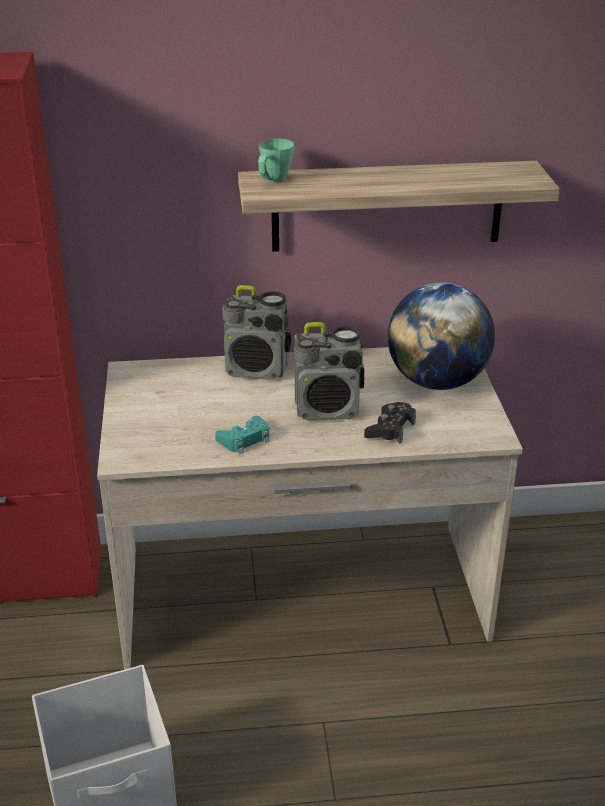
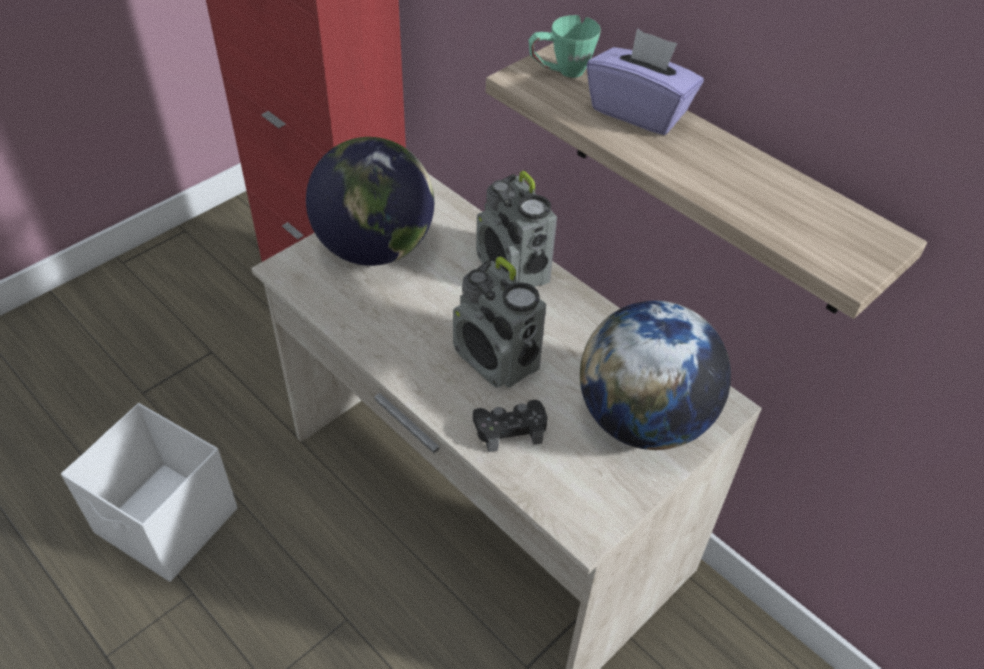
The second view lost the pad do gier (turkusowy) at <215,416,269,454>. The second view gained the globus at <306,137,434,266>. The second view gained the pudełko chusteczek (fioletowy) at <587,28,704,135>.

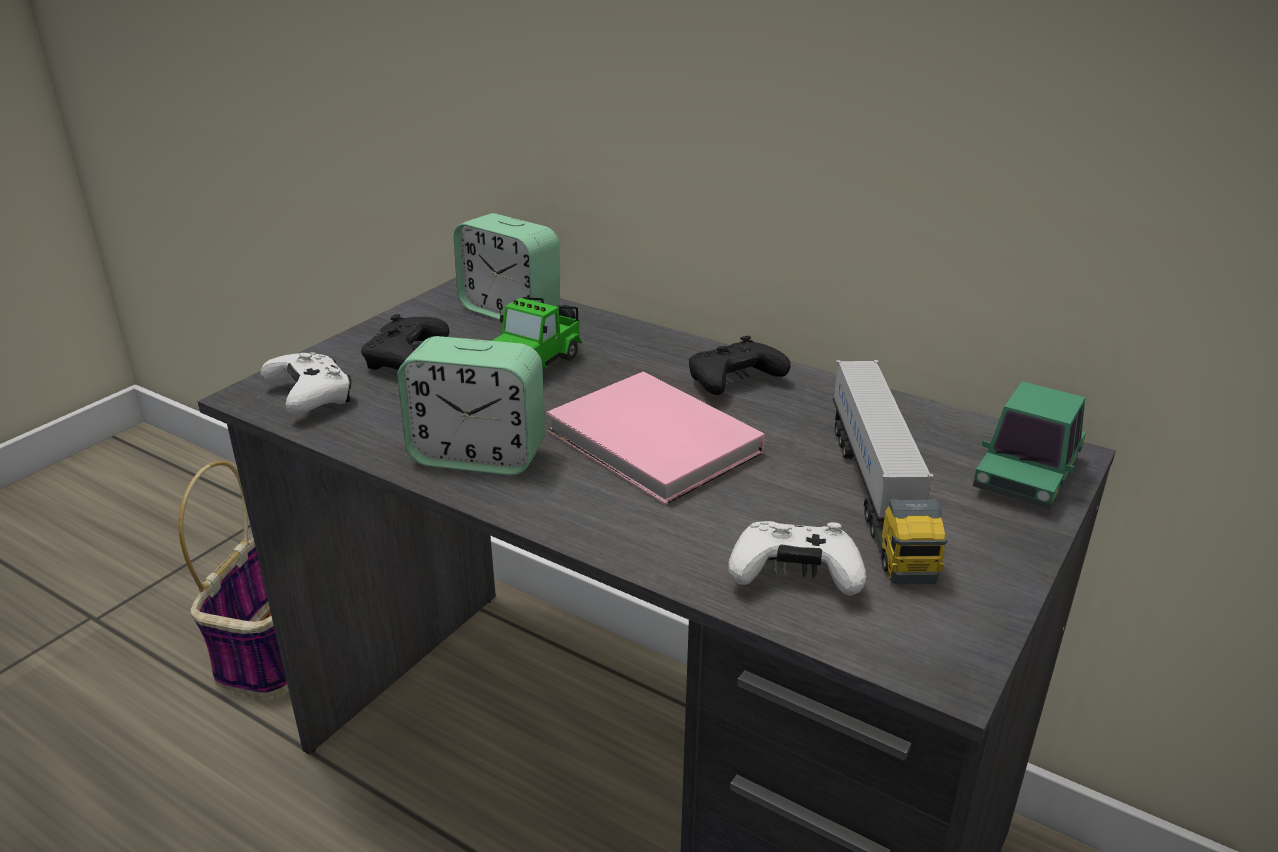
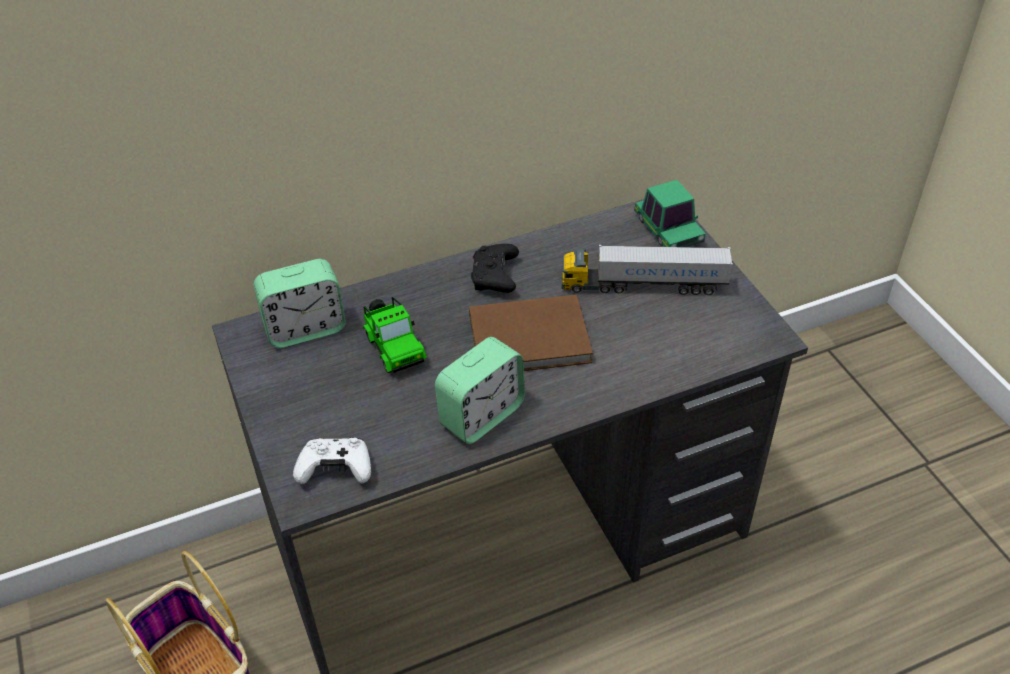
The second view lost the pad do gier (czarny) at <361,314,449,370>. What was the książka (różowy) at <546,372,765,505> turned into the książka (brązowy) at <469,295,593,371>. The second view lost the pad do gier (biały) at <729,521,866,596>. The ciężarówka zabawkowa at <833,360,948,584> ended up facing another way, 150 degrees clockwise from before.

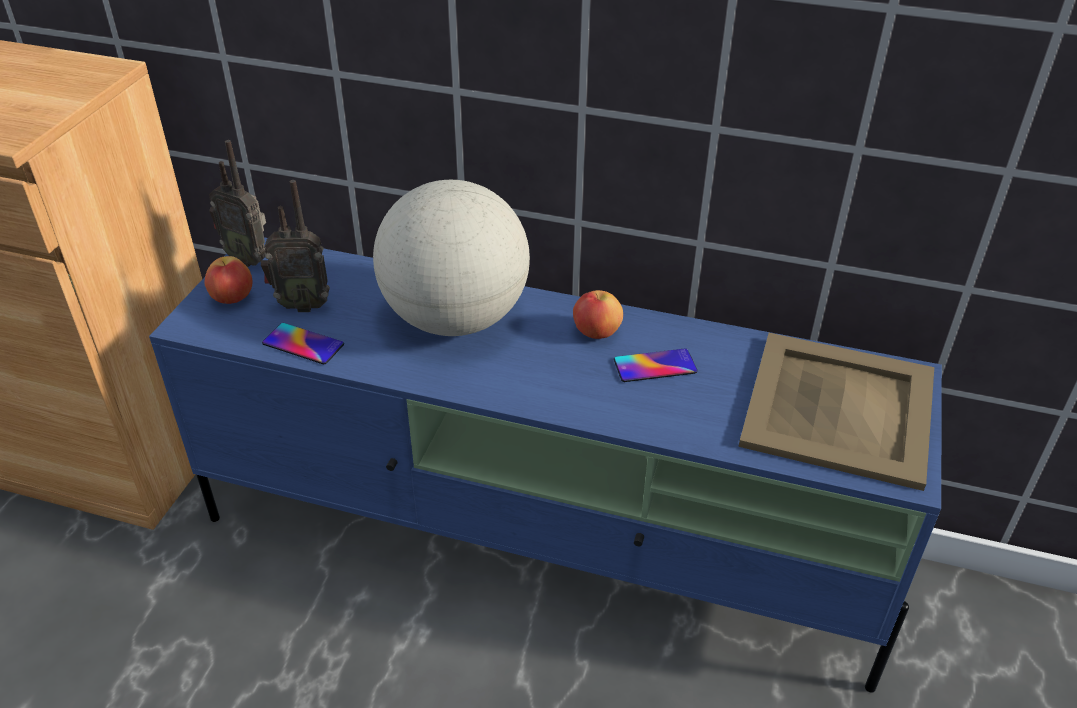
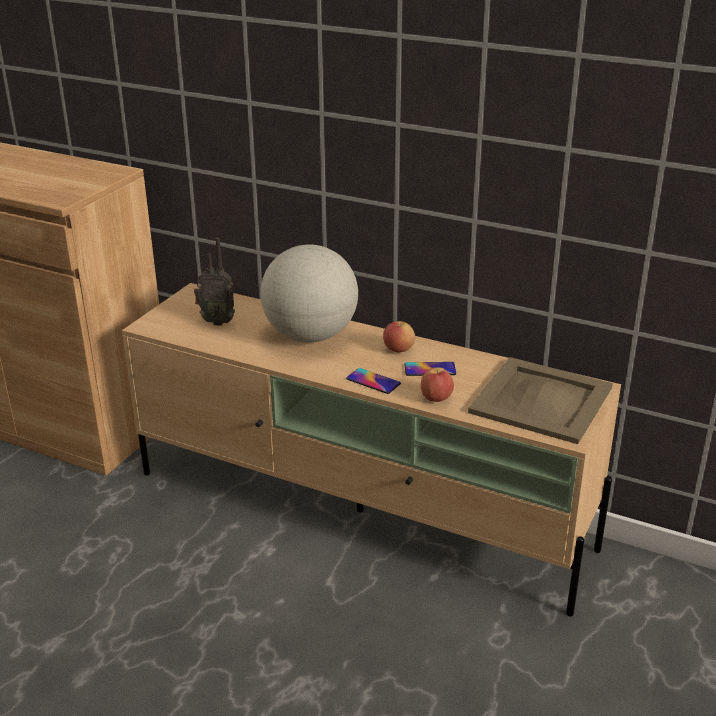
What was the szafka pod telewizor (niebieski) at <149,237,942,693> turned into the szafka pod telewizor (beżowy) at <122,283,621,617>. The jabłko ended up elsewhere, having gone from <204,256,252,304> to <421,367,454,402>. The second view lost the radio at <209,140,266,267>. The telefon ended up elsewhere, having gone from <262,323,344,364> to <346,368,401,394>.

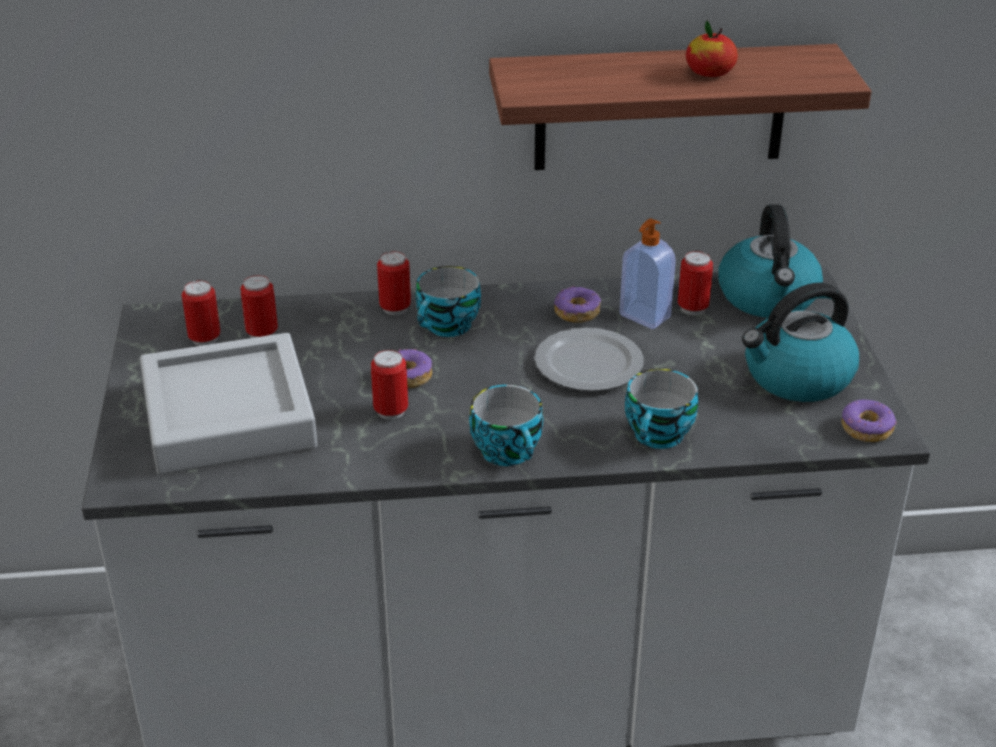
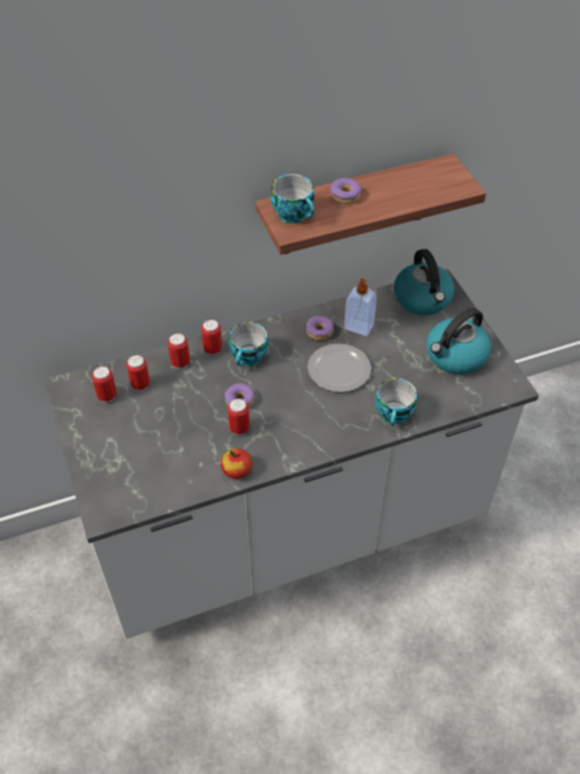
The second view lost the taca (szary) at <140,333,317,475>. The filiżanka ended up elsewhere, having gone from <469,385,543,466> to <271,174,314,223>. The puszka ended up elsewhere, having gone from <678,251,713,315> to <168,333,190,369>. The jabłko ended up elsewhere, having gone from <686,21,738,77> to <221,449,253,479>. The donut ended up elsewhere, having gone from <841,399,896,442> to <330,178,362,204>.

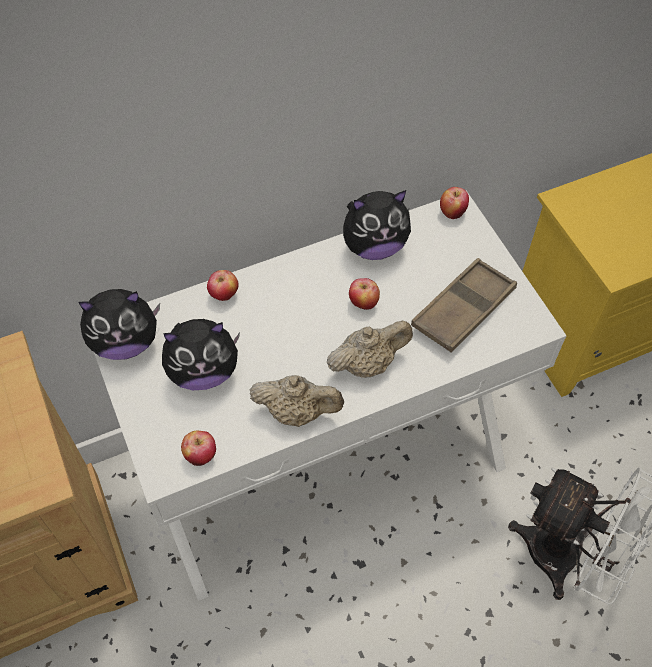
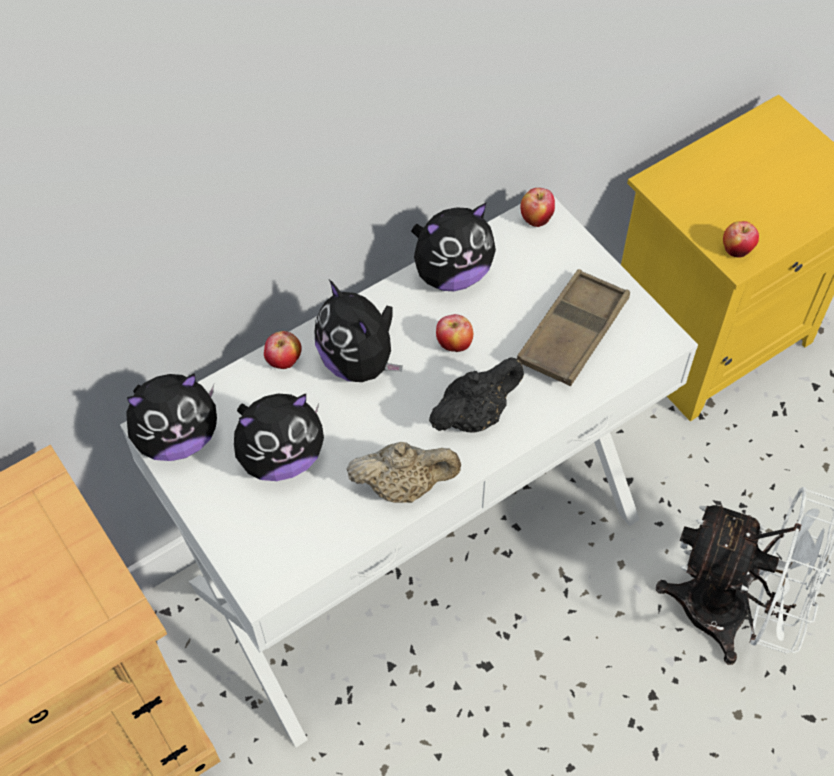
The jabłko ended up elsewhere, having gone from <181,431,216,466> to <723,221,759,258>. What was the imbryk (beżowy) at <327,321,413,378> turned into the imbryk (czarny) at <429,358,524,433>. The second view gained the pluszak at <314,280,403,382>.

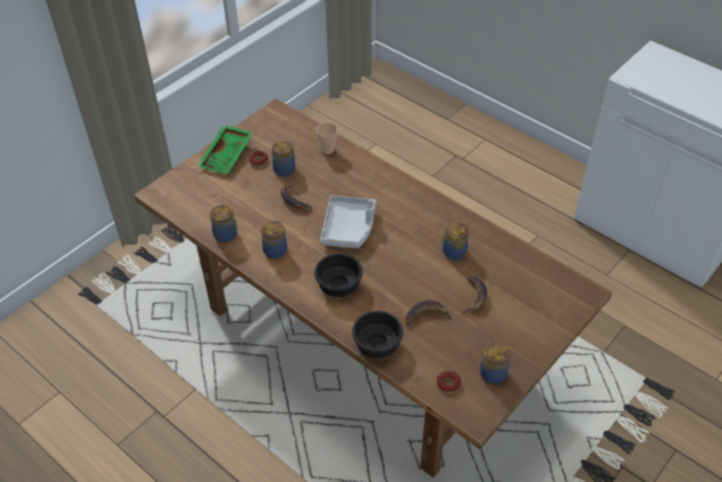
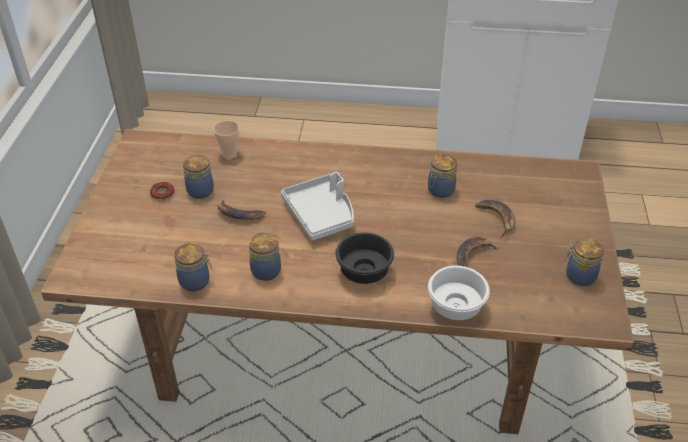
The second view lost the taca (zielony) at <197,125,253,174>. What was the miska (czarny) at <352,311,403,358> turned into the miska (biały) at <428,266,490,320>. The second view lost the donut at <437,371,461,393>.

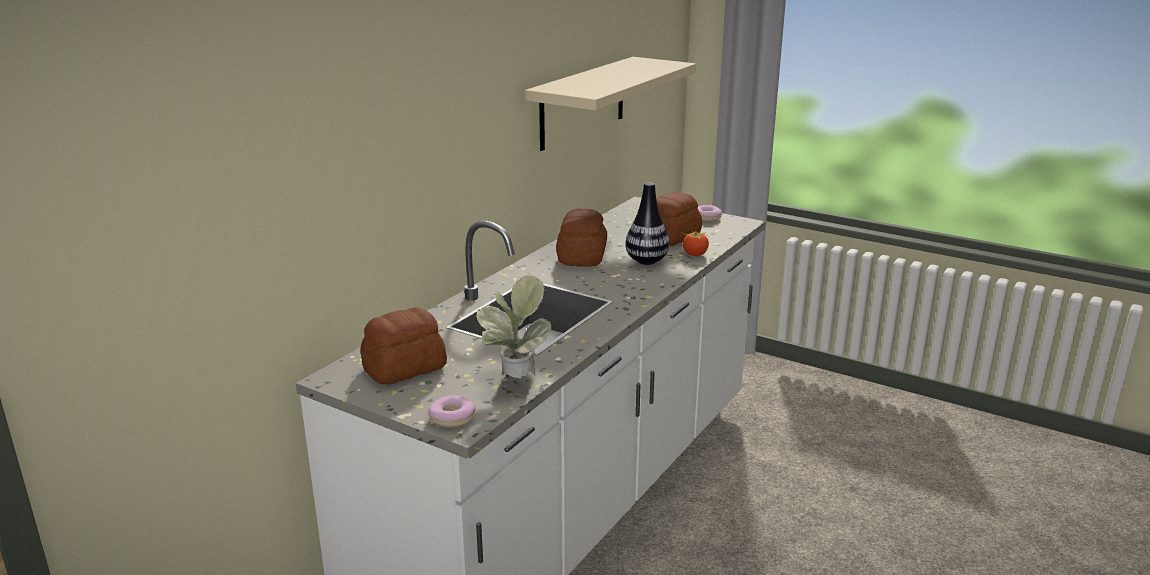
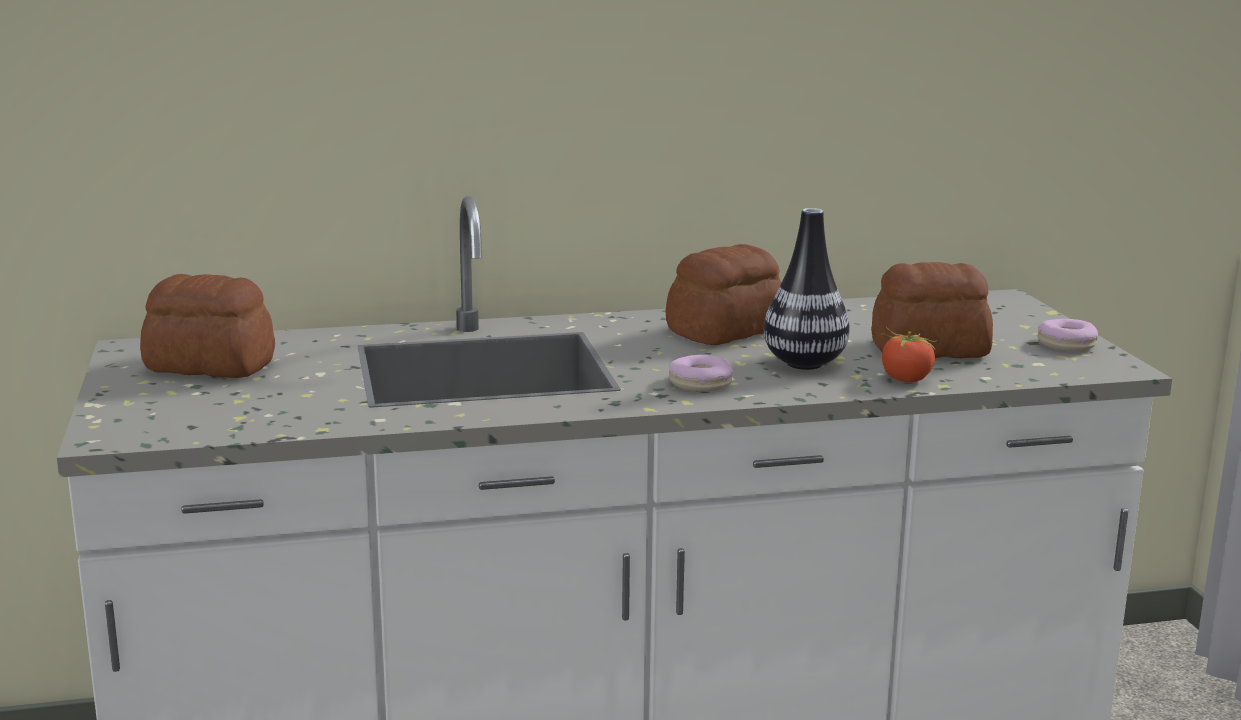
The donut ended up elsewhere, having gone from <429,395,475,427> to <669,355,733,392>. The second view lost the roślina doniczkowa at <477,275,551,378>. The second view lost the półka (beżowy) at <525,57,696,151>.

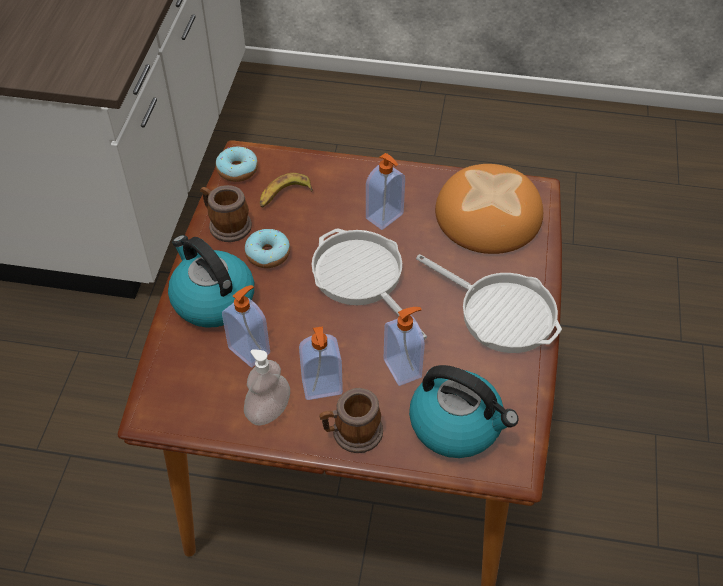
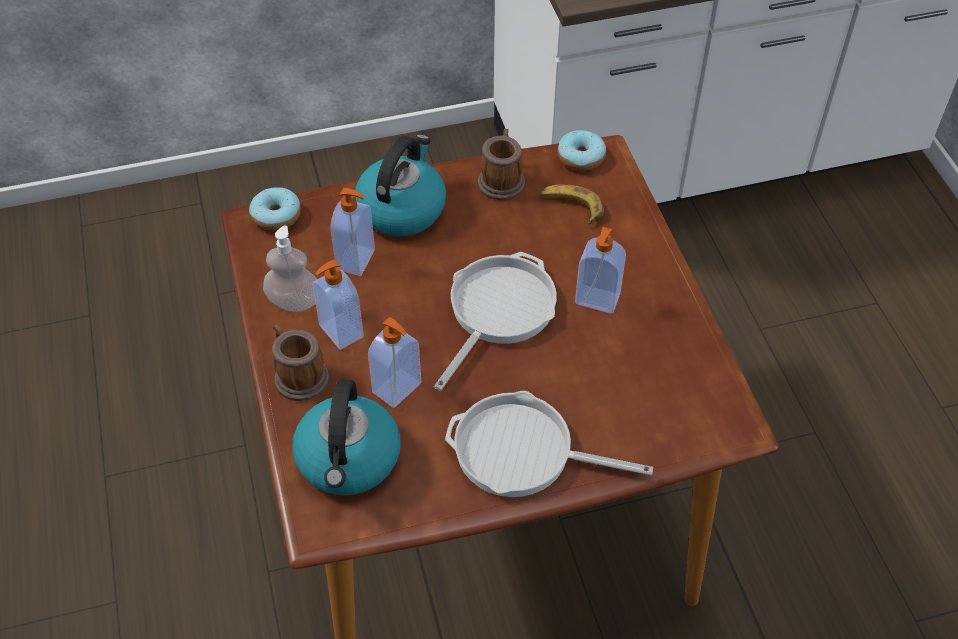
The donut ended up elsewhere, having gone from <245,229,290,268> to <249,187,301,231>. The patelnia at <416,254,562,353> ended up facing another way, 90 degrees clockwise from before. The second view lost the chleb at <435,164,543,254>.

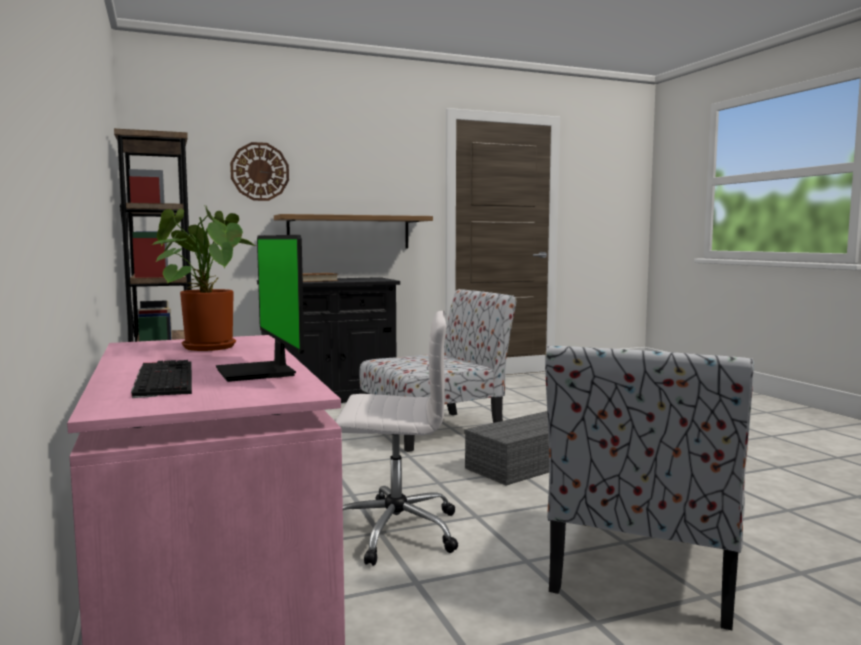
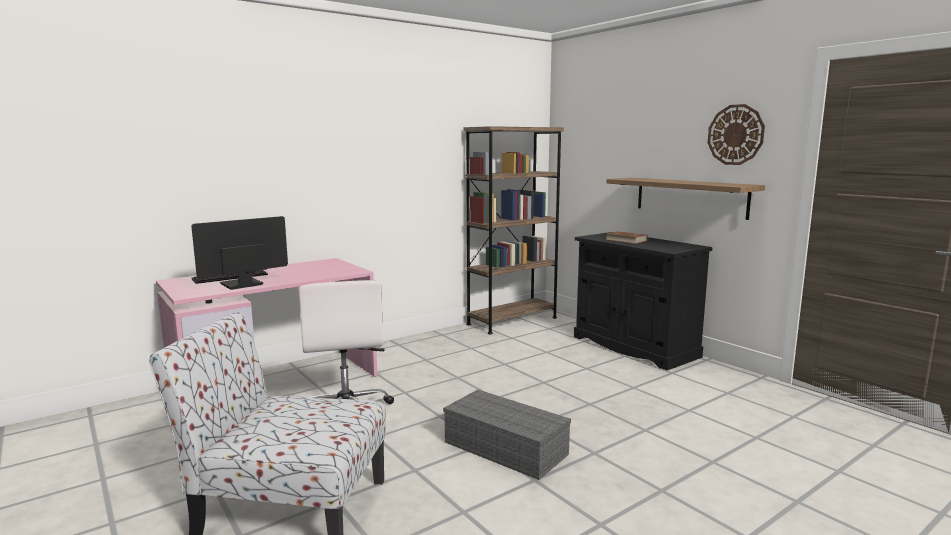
The second view lost the roślina doniczkowa at <152,205,256,351>. The zegar ścienny ended up elsewhere, having gone from <230,142,289,201> to <708,104,765,165>. The second view lost the krzesło at <359,289,516,452>.

